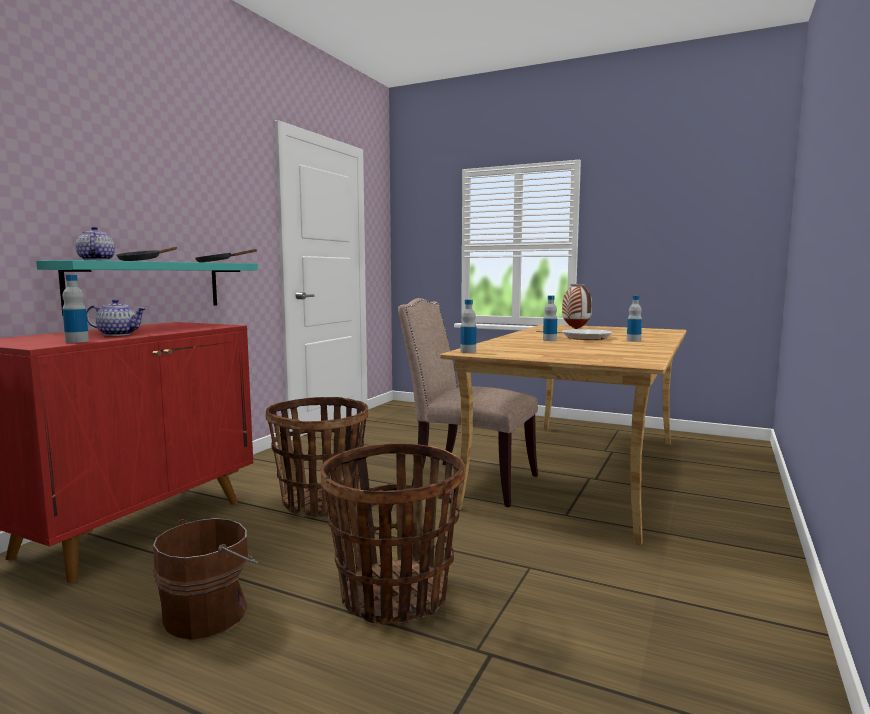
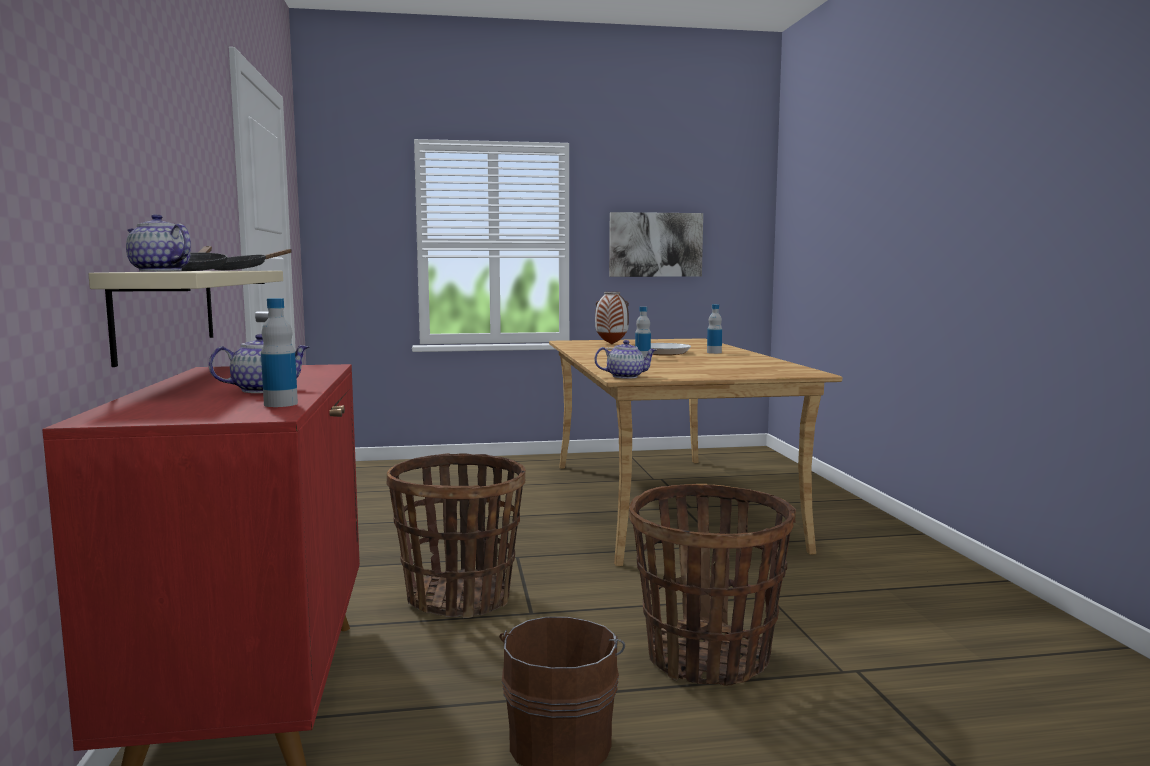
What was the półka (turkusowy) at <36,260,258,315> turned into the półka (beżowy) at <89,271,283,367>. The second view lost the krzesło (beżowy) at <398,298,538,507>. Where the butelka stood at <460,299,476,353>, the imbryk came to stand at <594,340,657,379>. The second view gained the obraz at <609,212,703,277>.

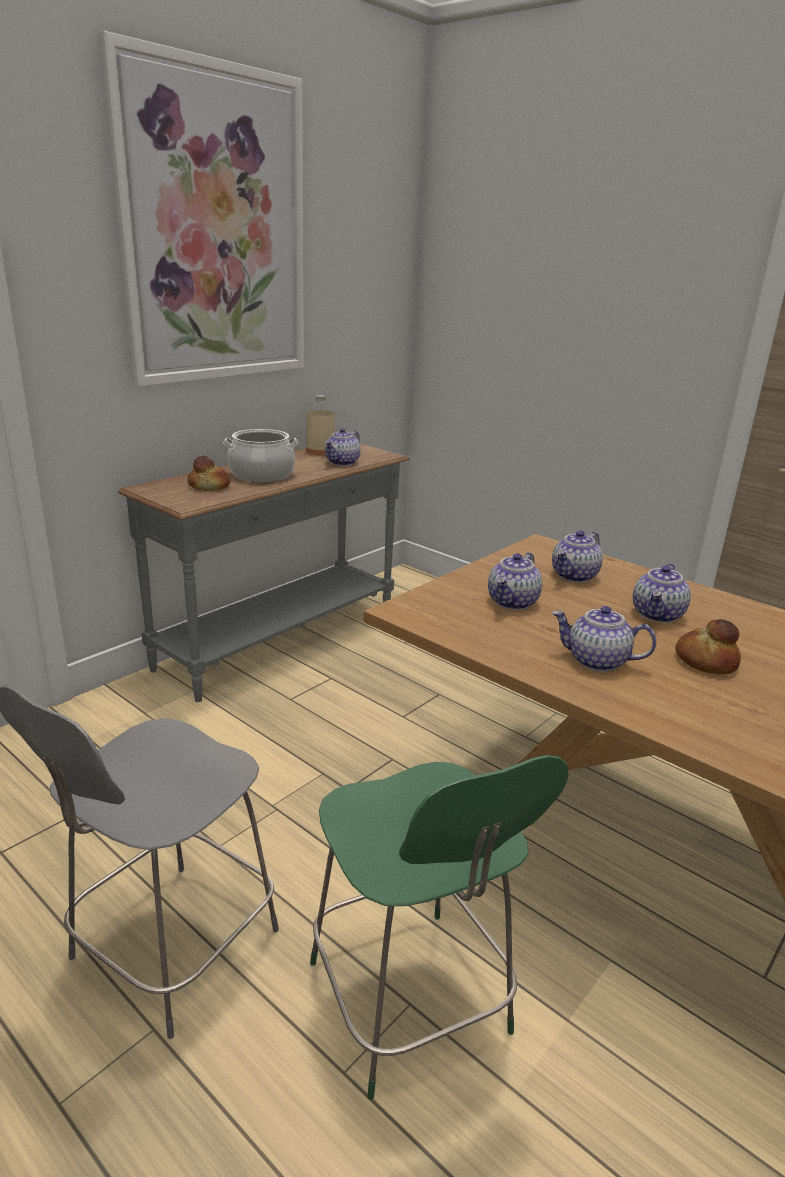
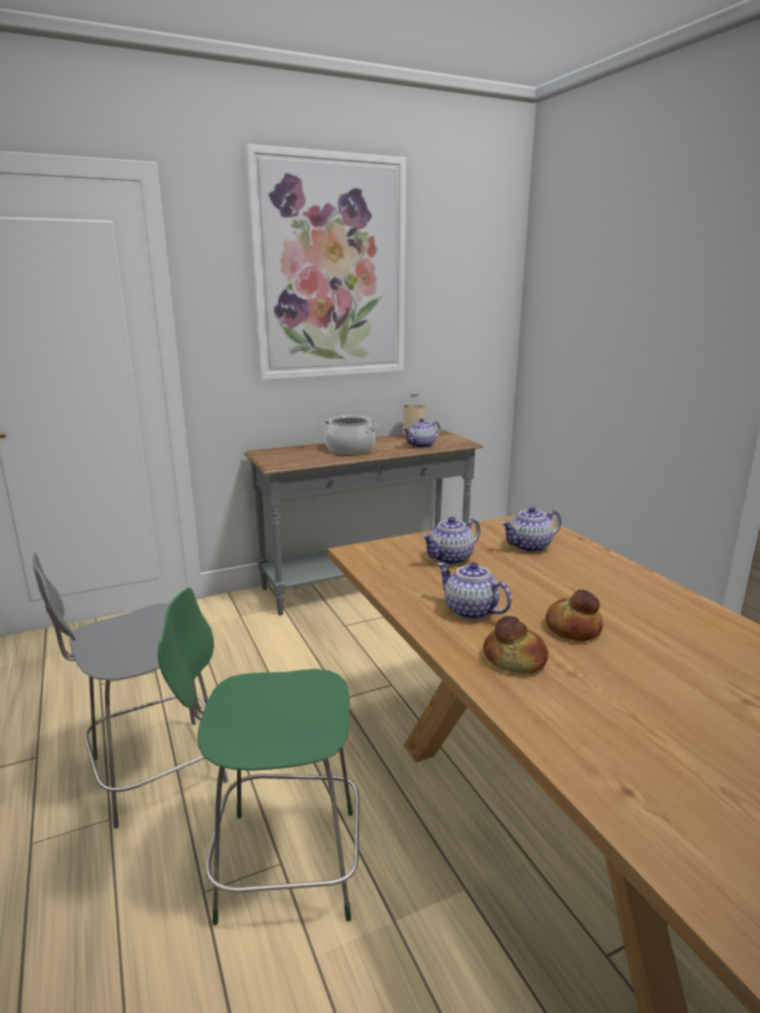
The chleb ended up elsewhere, having gone from <188,456,230,491> to <483,616,548,674>. The krzesło (zielony) at <310,755,569,1100> ended up facing another way, 90 degrees clockwise from before. The second view lost the imbryk at <633,564,691,623>.

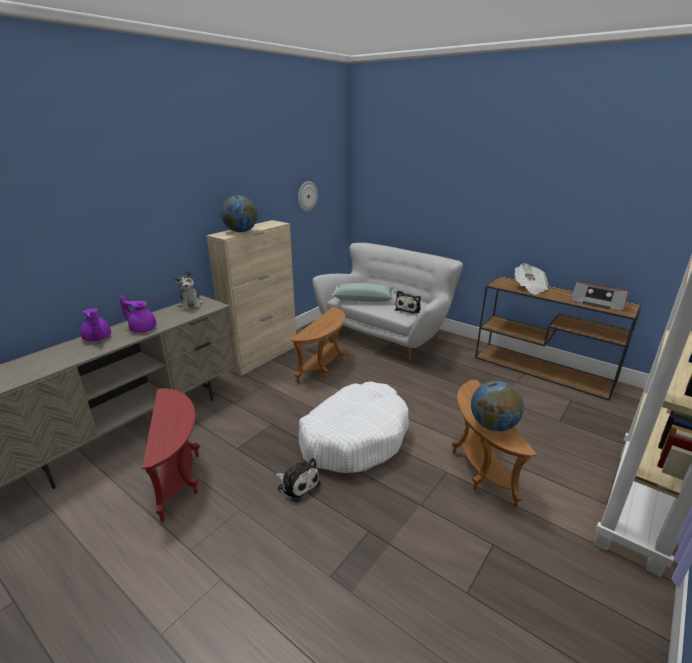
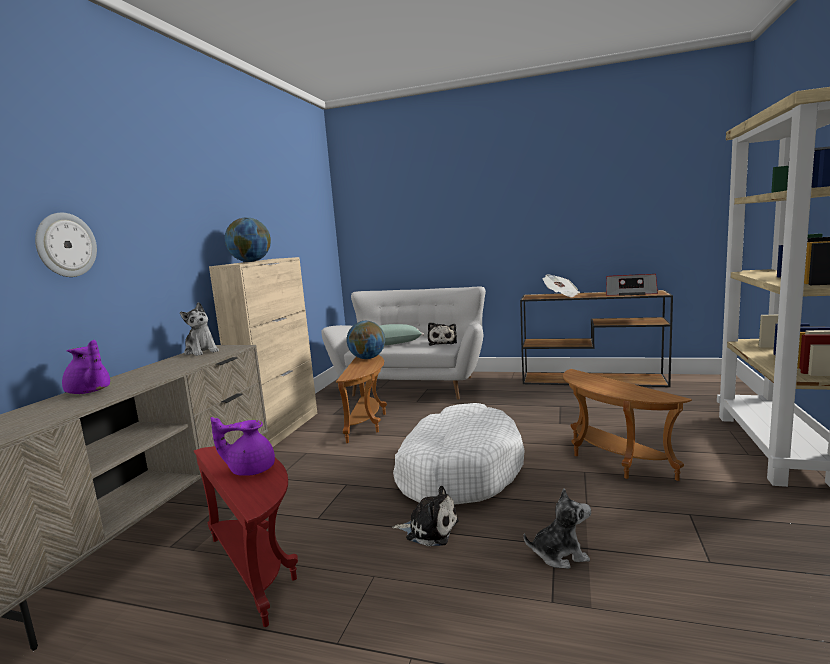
The imbryk (fioletowy) ended up elsewhere, having gone from <119,295,157,333> to <210,417,275,476>. The zegar ścienny ended up elsewhere, having gone from <298,181,318,211> to <35,213,97,277>. The globus ended up elsewhere, having gone from <471,381,524,431> to <347,321,385,359>. The second view gained the pluszak at <524,488,591,569>.

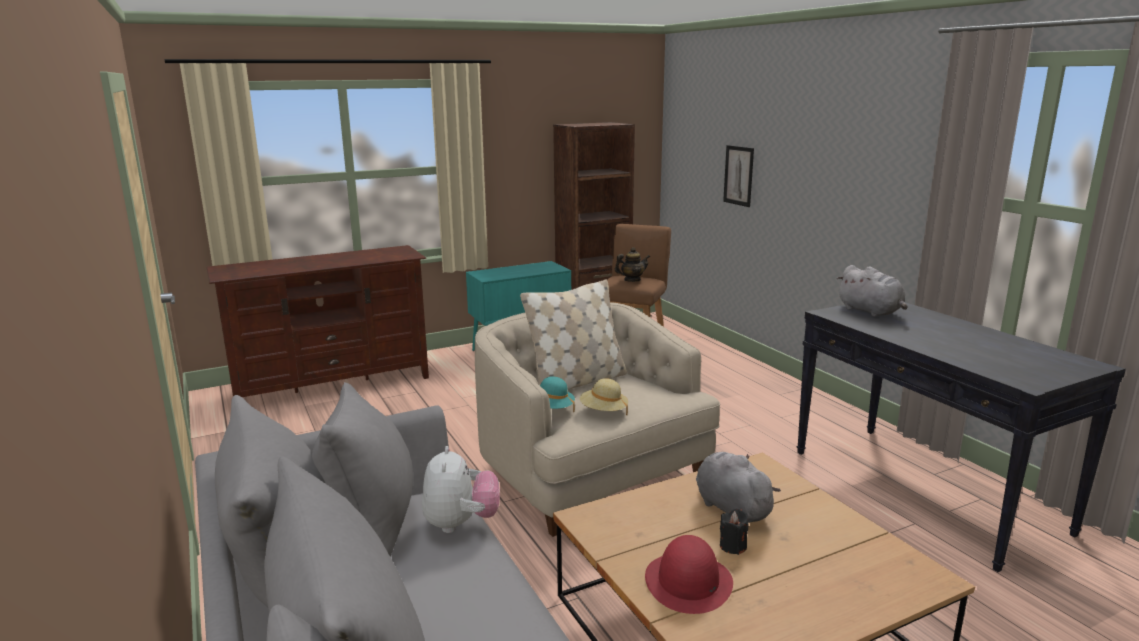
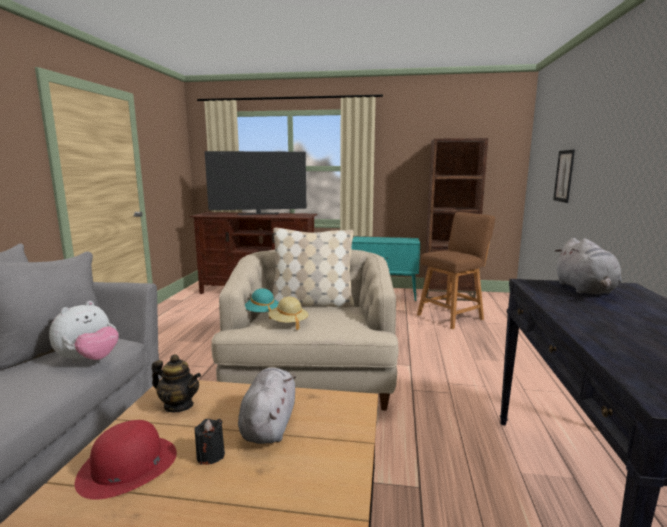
The imbryk ended up elsewhere, having gone from <614,247,650,282> to <152,354,201,412>. The second view gained the telewizor at <205,151,306,215>.

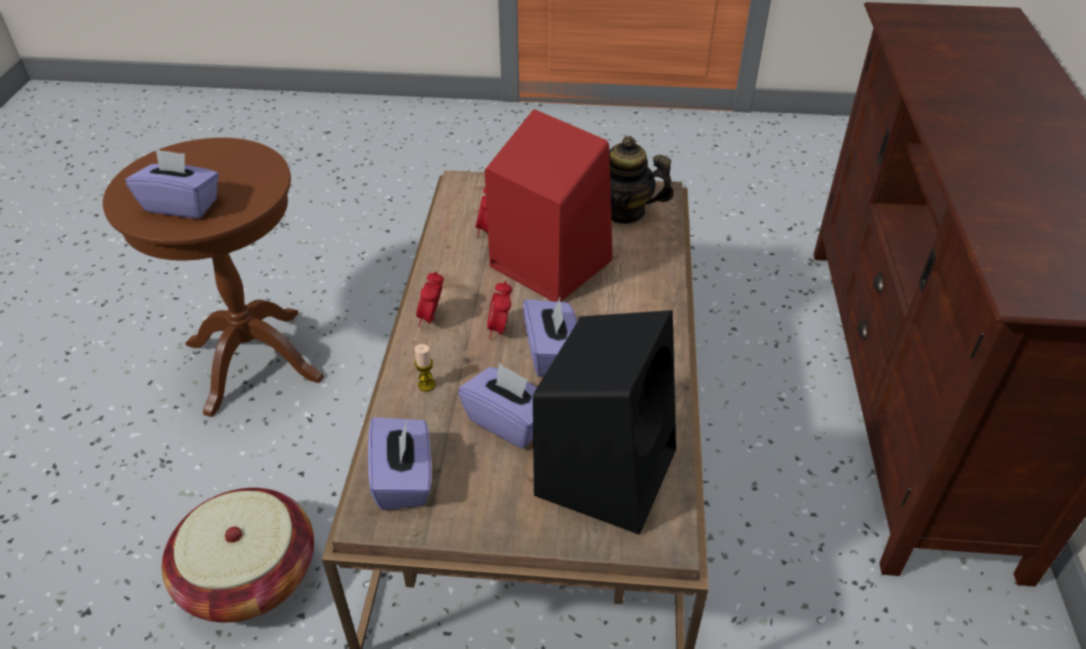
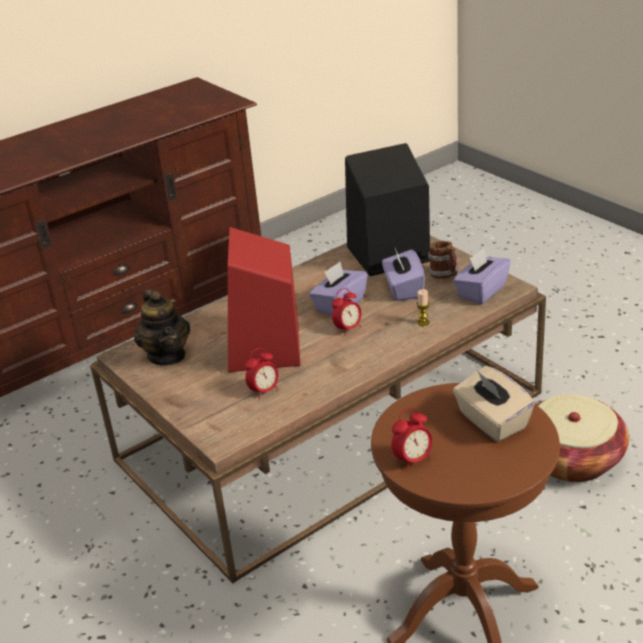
What was the pudełko chusteczek (fioletowy) at <125,149,219,218> turned into the pudełko chusteczek (beżowy) at <453,366,535,442>. The budzik ended up elsewhere, having gone from <416,271,444,327> to <391,408,432,470>. The second view gained the kubek at <428,241,459,279>.

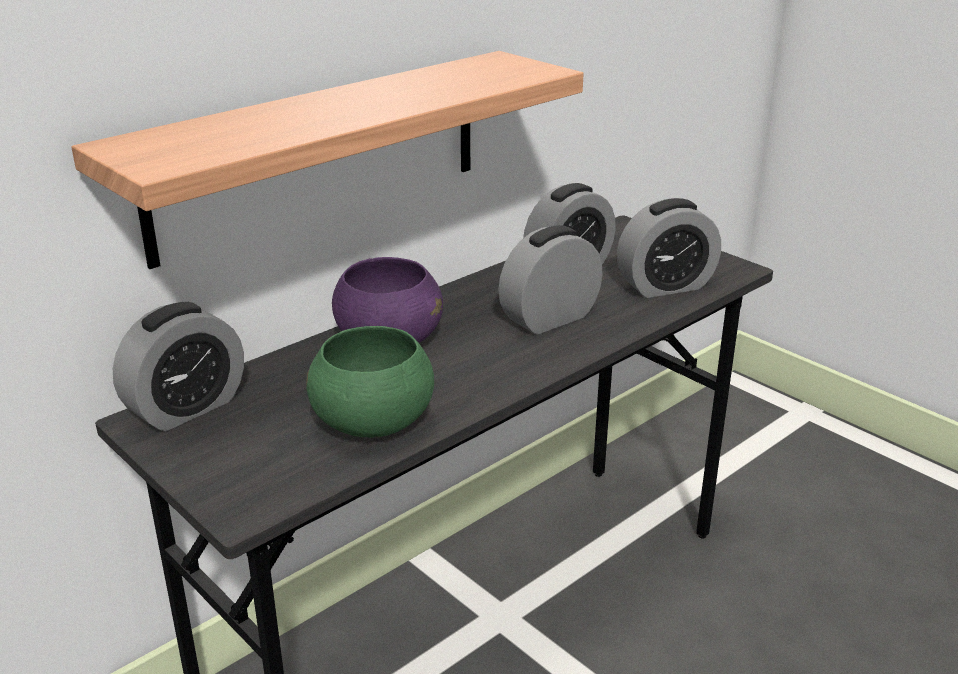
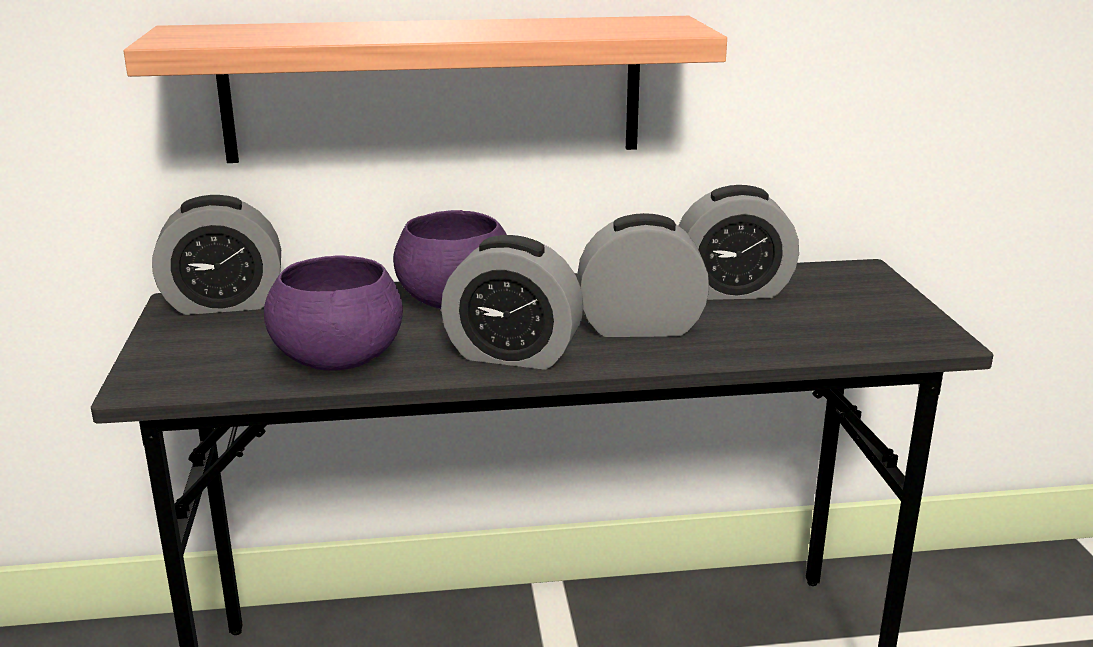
What was the miska (zielony) at <306,326,434,438> turned into the miska (fioletowy) at <264,255,403,371>. The budzik ended up elsewhere, having gone from <617,198,721,298> to <441,235,584,370>.

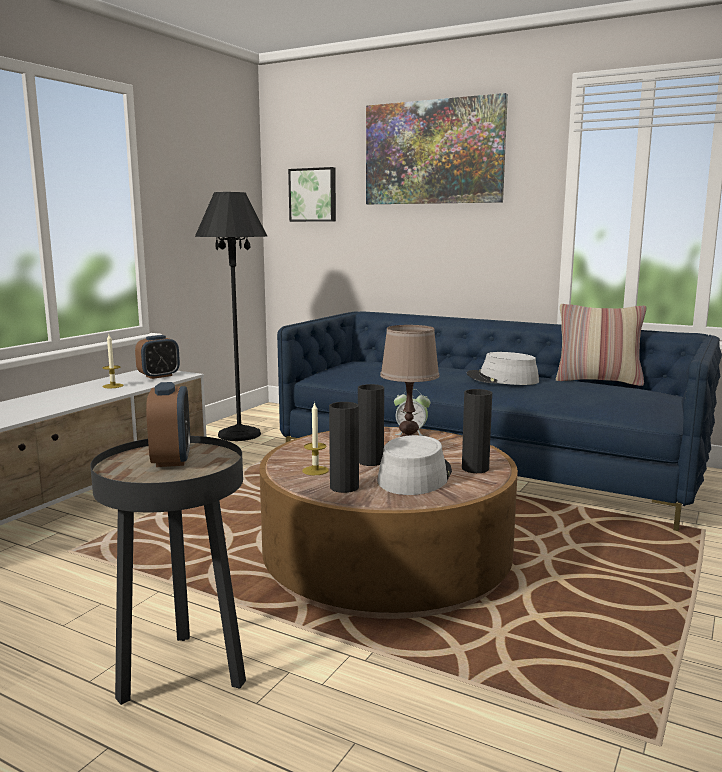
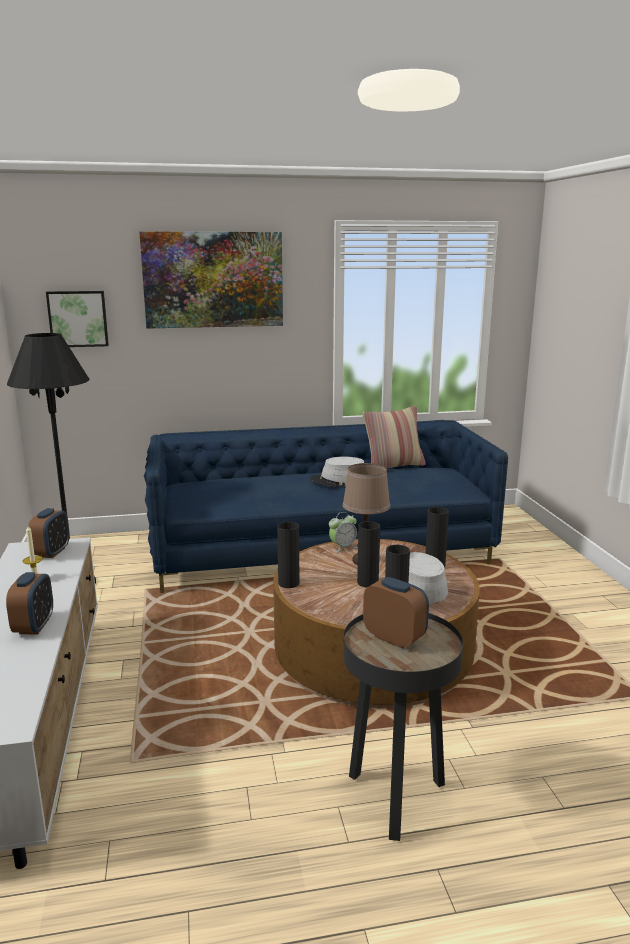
The second view lost the świeca at <302,402,329,475>. The second view gained the budzik at <6,572,53,634>. The second view gained the wazon (czarny) at <277,522,300,588>.

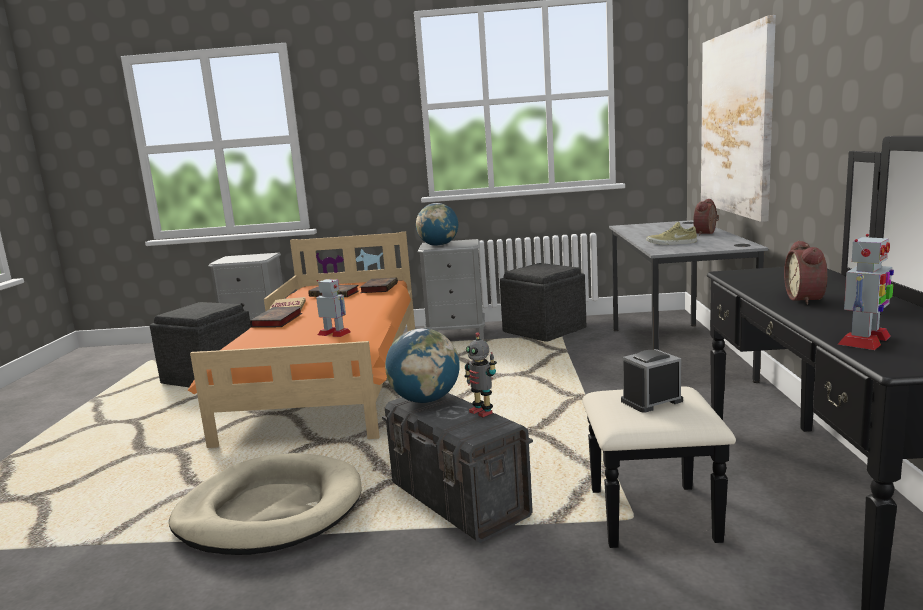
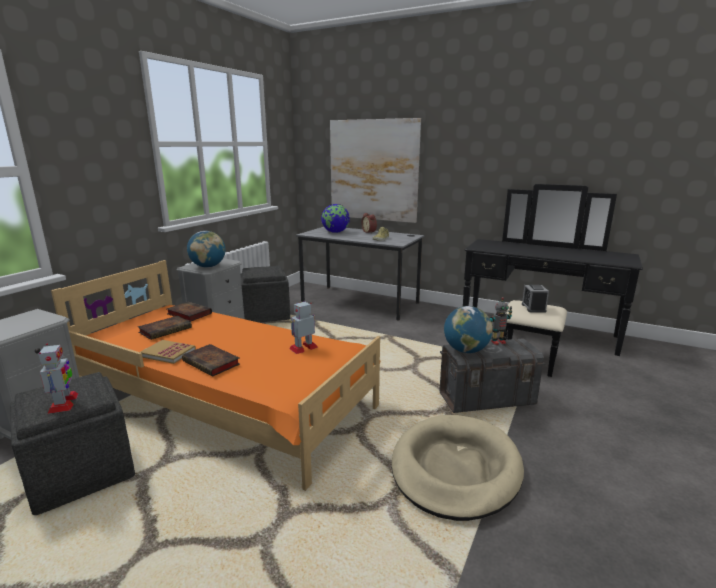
The second view lost the budzik at <784,240,827,305>. The robot zabawkowy ended up elsewhere, having gone from <838,234,894,350> to <38,344,78,414>. The second view gained the globus at <321,204,350,233>.

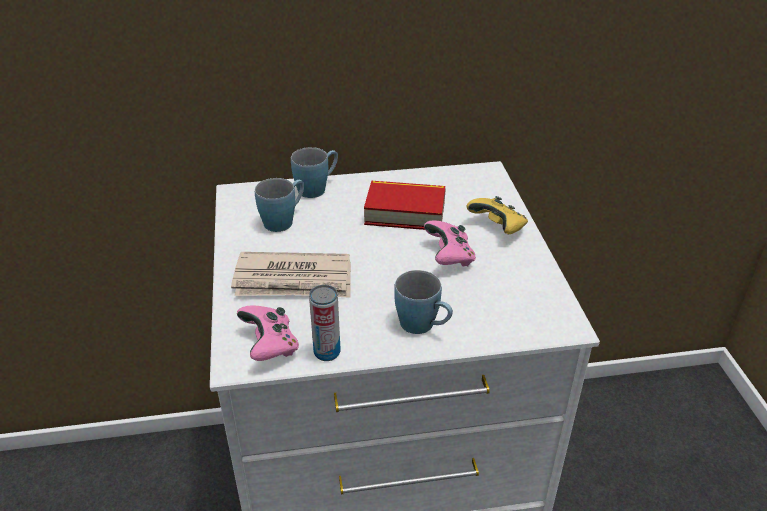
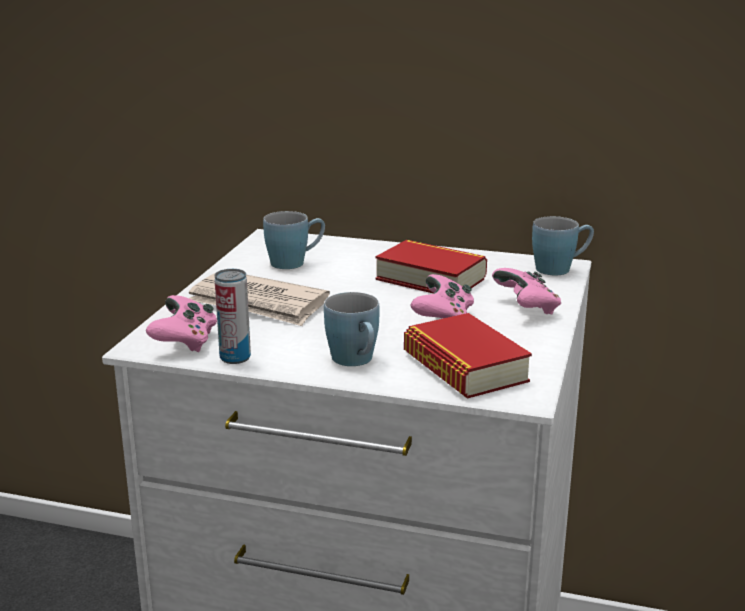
The kubek (niebieski) ended up elsewhere, having gone from <291,147,338,198> to <532,216,594,275>. What was the pad do gier (żółty) at <466,196,528,234> turned into the pad do gier (różowy) at <492,268,561,315>. The second view gained the książka at <404,313,532,399>.

